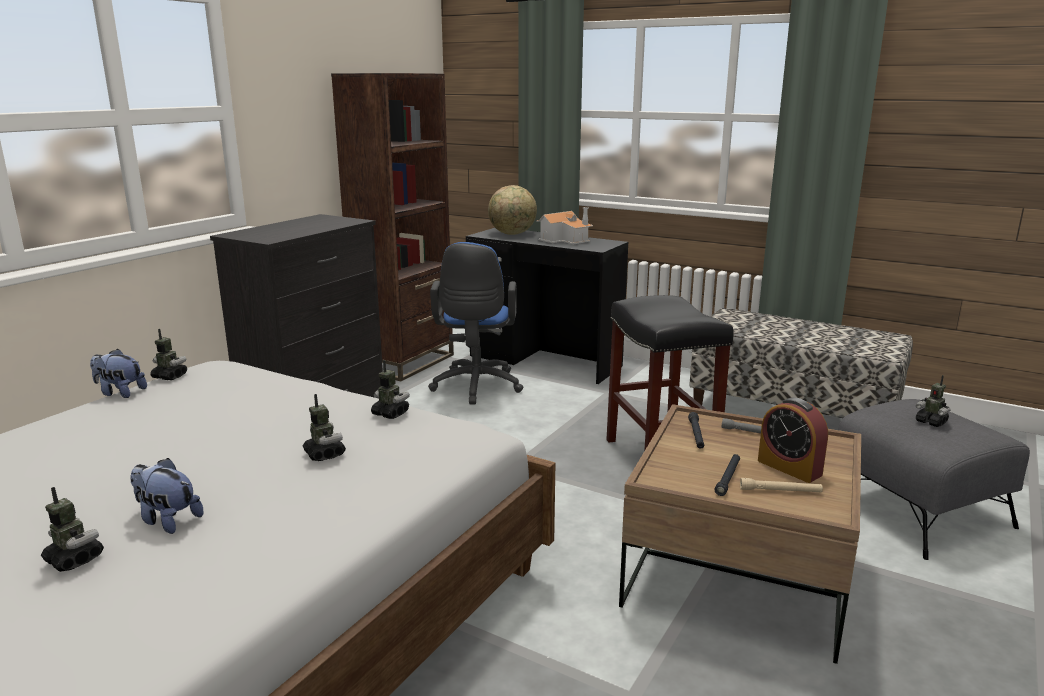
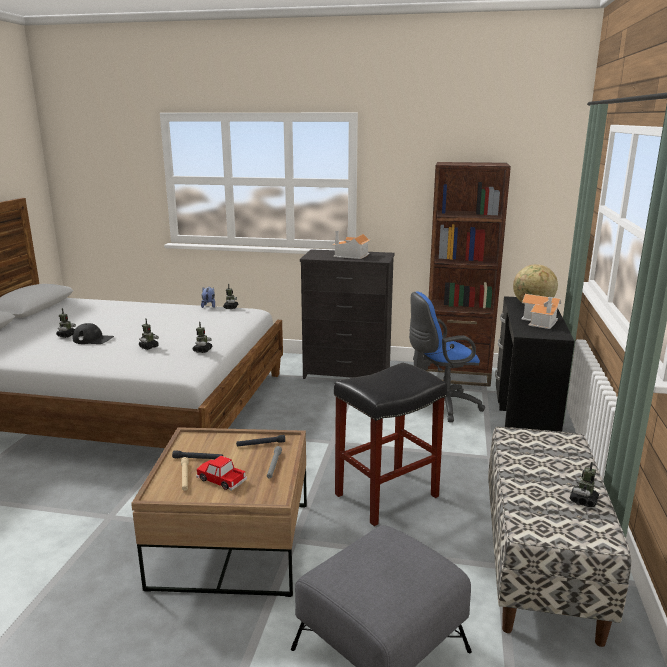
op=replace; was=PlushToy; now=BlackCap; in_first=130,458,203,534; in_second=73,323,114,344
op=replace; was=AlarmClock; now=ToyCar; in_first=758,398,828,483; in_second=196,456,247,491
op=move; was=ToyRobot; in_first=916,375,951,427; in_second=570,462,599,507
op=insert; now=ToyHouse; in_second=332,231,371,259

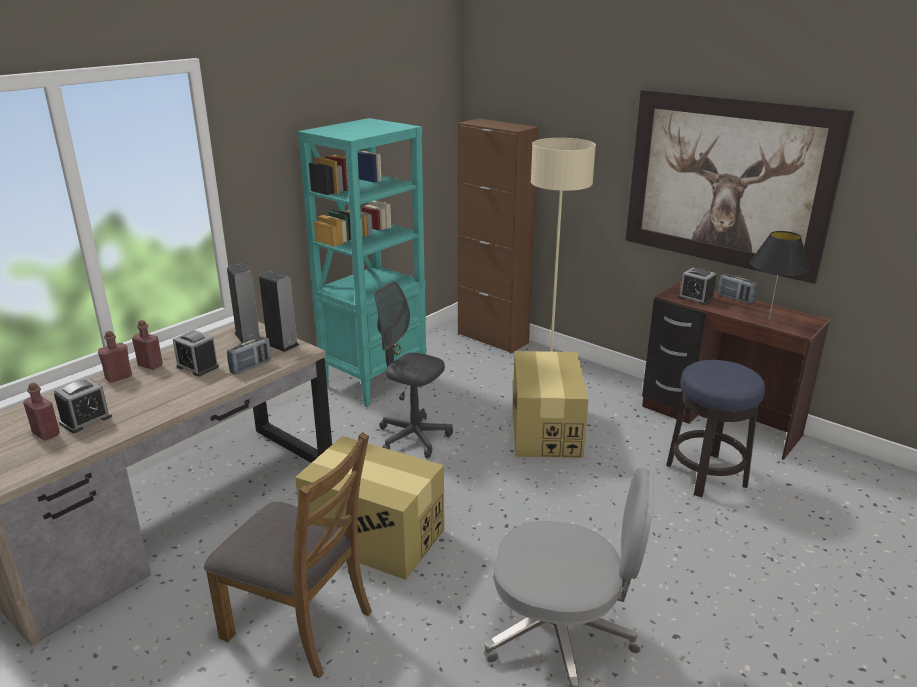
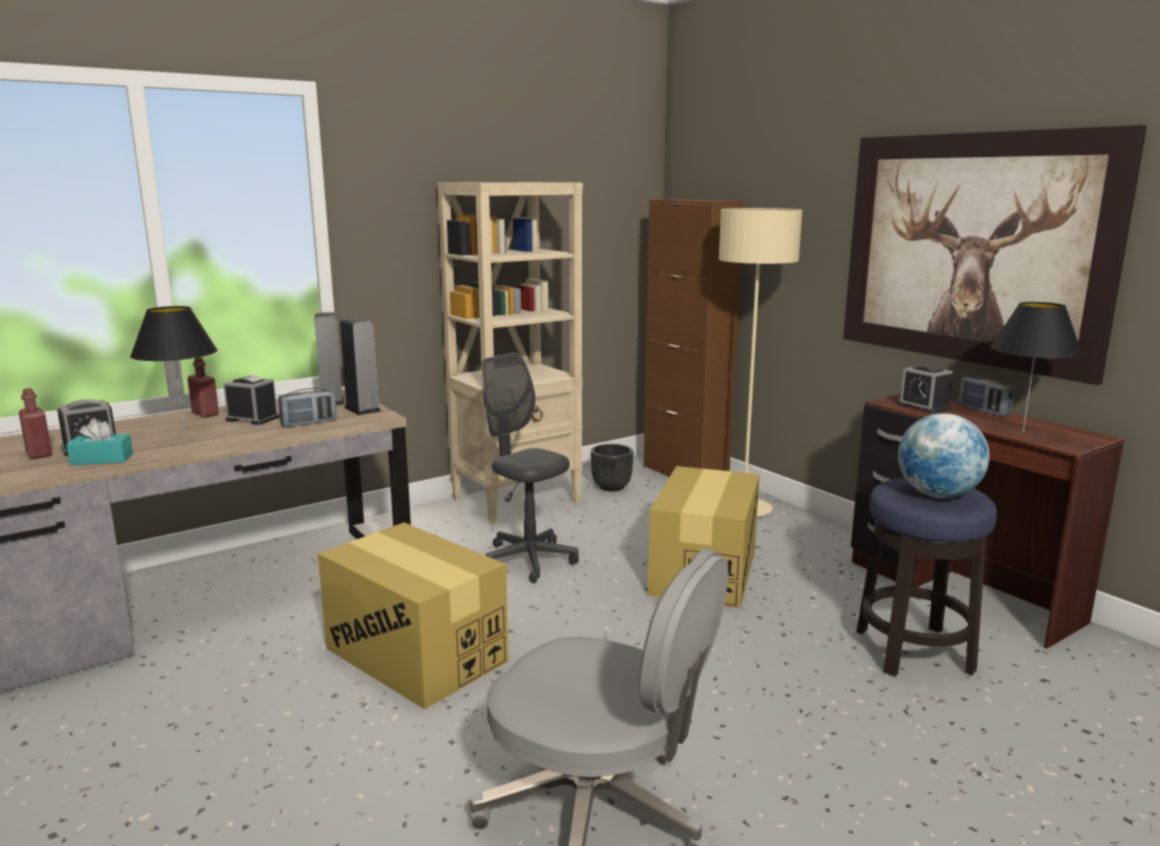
op=delete; was=RedBottle; in_first=98,331,132,382
op=rotate; was=AlarmClock; in_first=173,330,219,377; in_second=223,375,279,425; clockwise=150
op=delete; was=BrownChair; in_first=204,432,372,678
op=recolor; was=TurquoiseBookcase; now=BeigeBookcase; in_first=298,118,427,407; in_second=437,182,583,524
op=insert; now=TurquoiseTissueBox; in_second=66,419,133,465
op=insert; now=BlackTableLamp; in_second=130,306,218,433
op=insert; now=BlackPlanter; in_second=591,444,634,491
op=insert; now=Globe; in_second=898,413,990,498

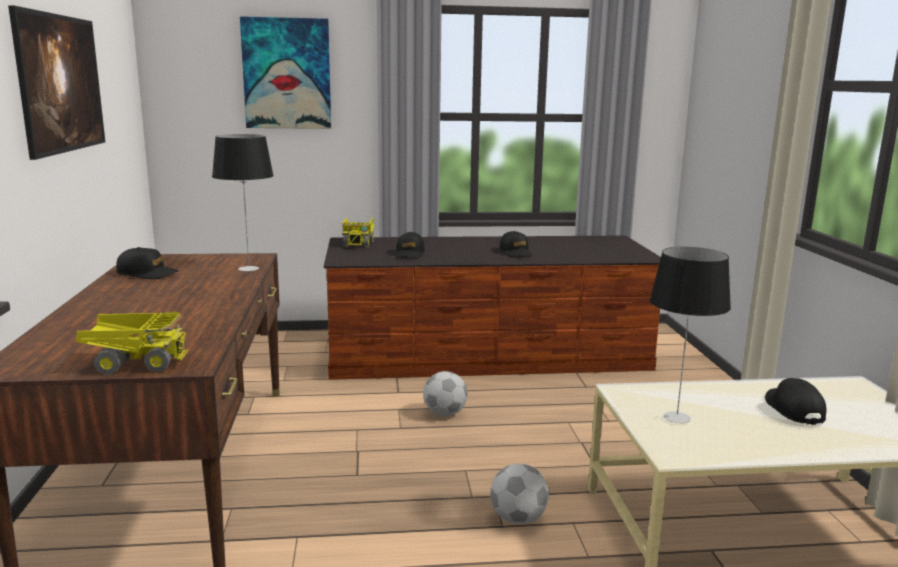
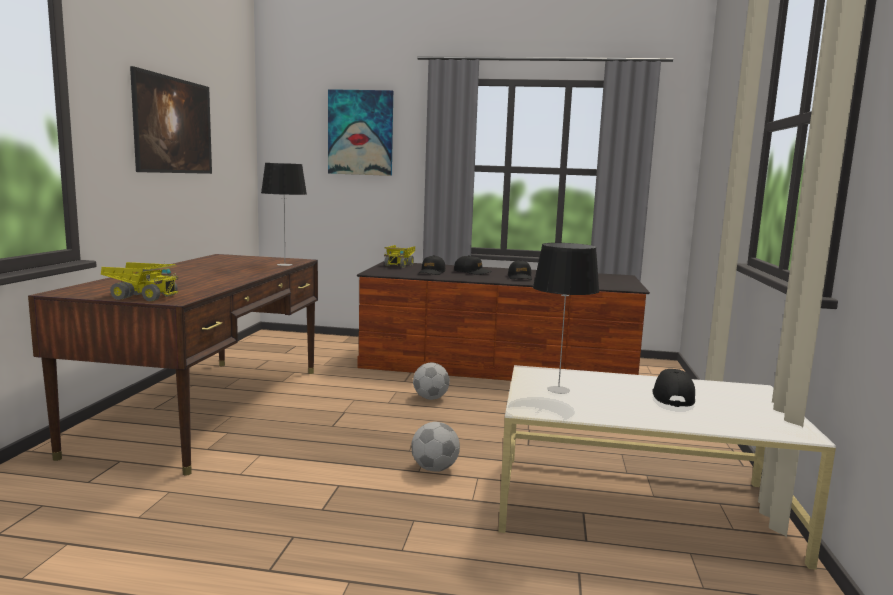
op=move; was=BlackCap; in_first=116,247,179,279; in_second=454,255,492,275

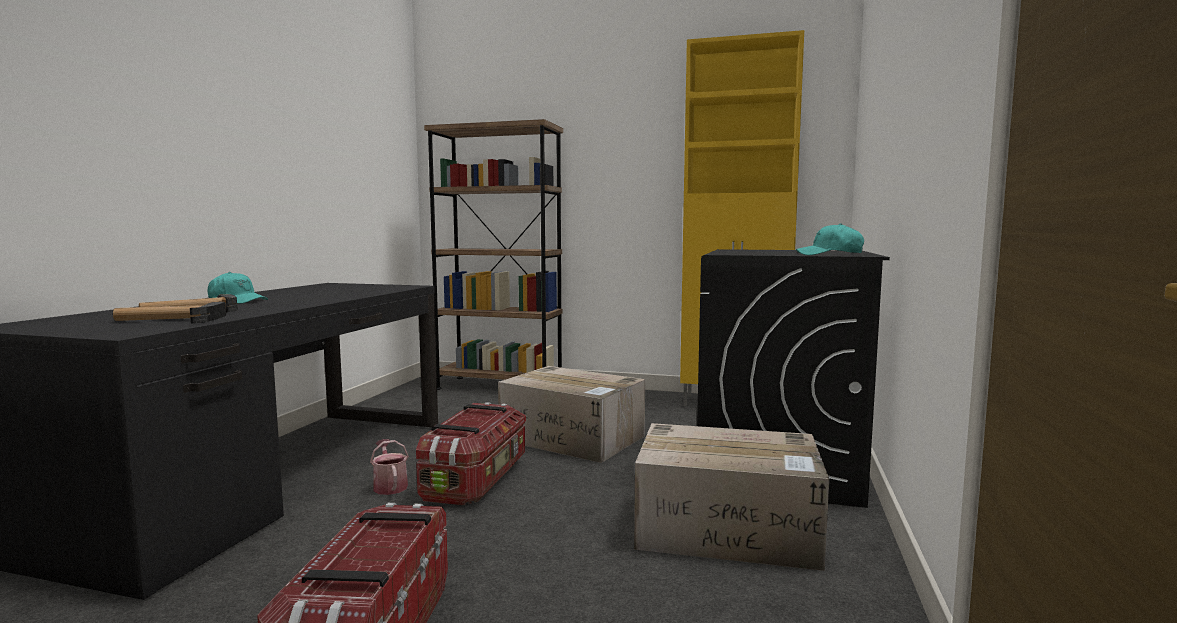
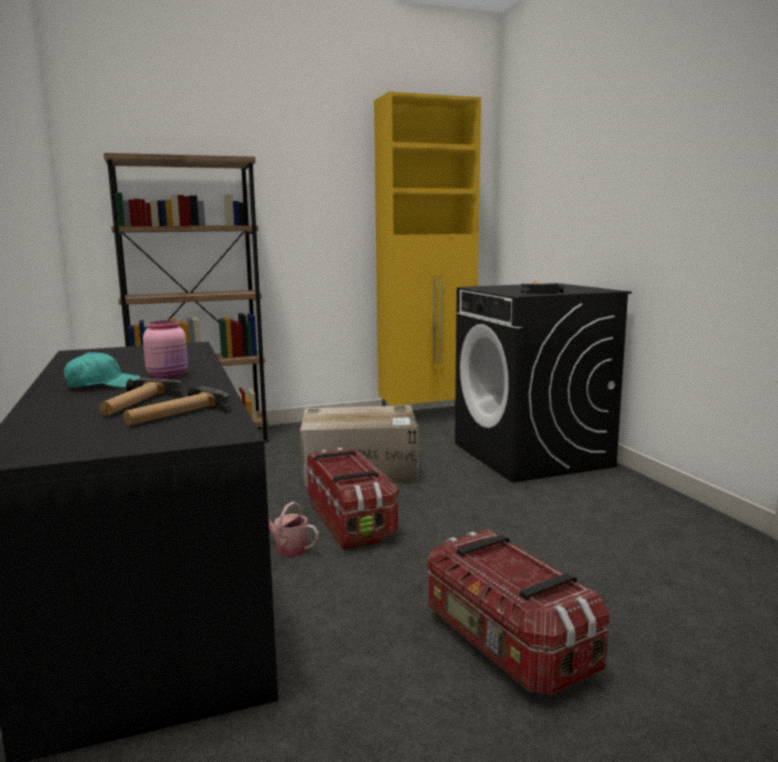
op=delete; was=CardboardBox; in_first=634,423,829,571
op=delete; was=TurquoiseCap; in_first=796,223,864,255
op=insert; now=PinkJar; in_second=143,320,188,379
op=insert; now=Hammer; in_second=521,281,563,294

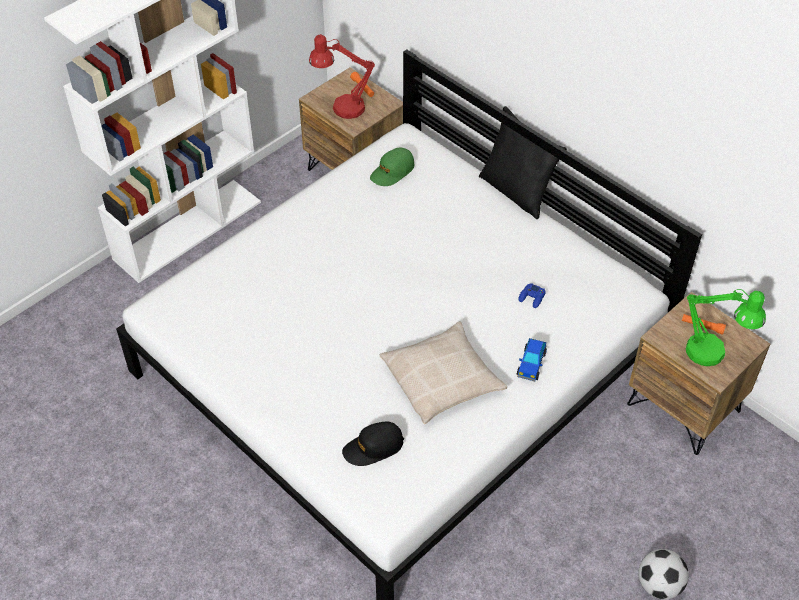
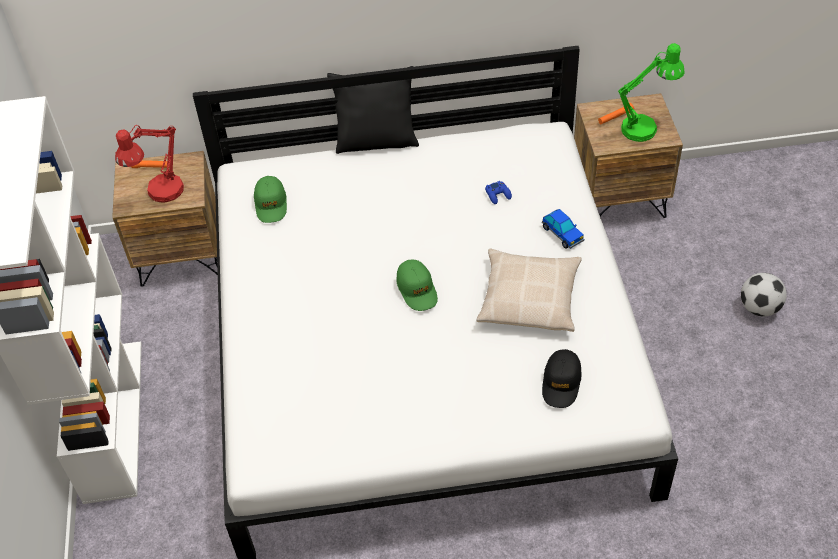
op=insert; now=GreenCap; in_second=396,260,438,311

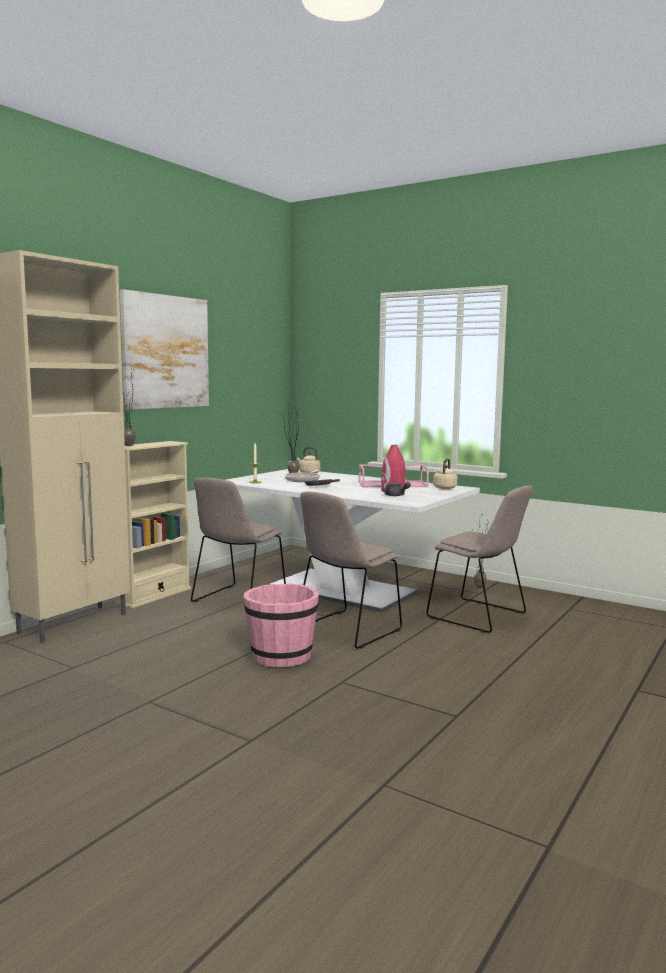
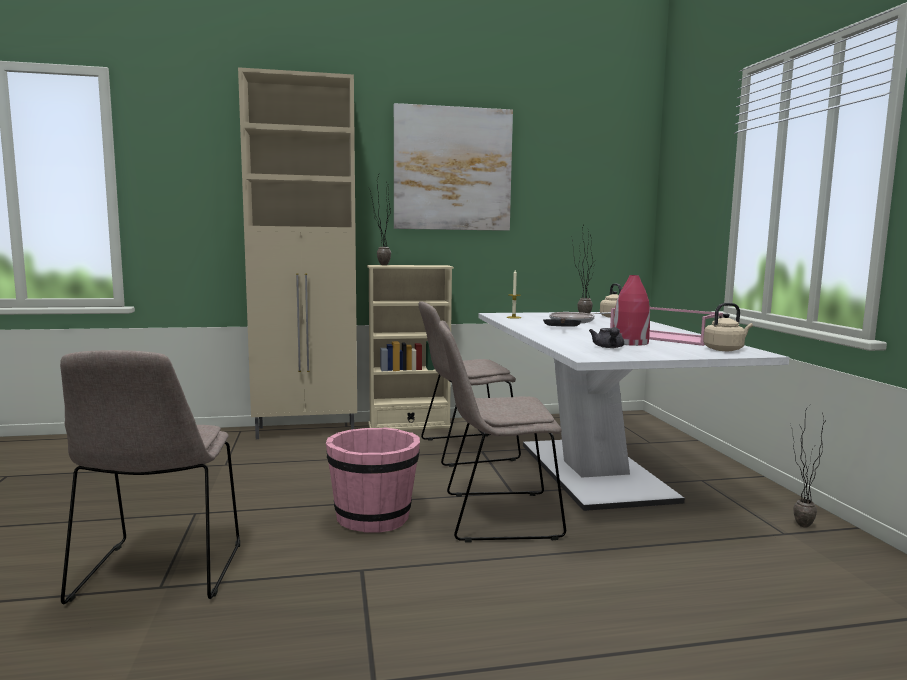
op=move; was=BeigeChair; in_first=426,485,533,633; in_second=60,350,240,604

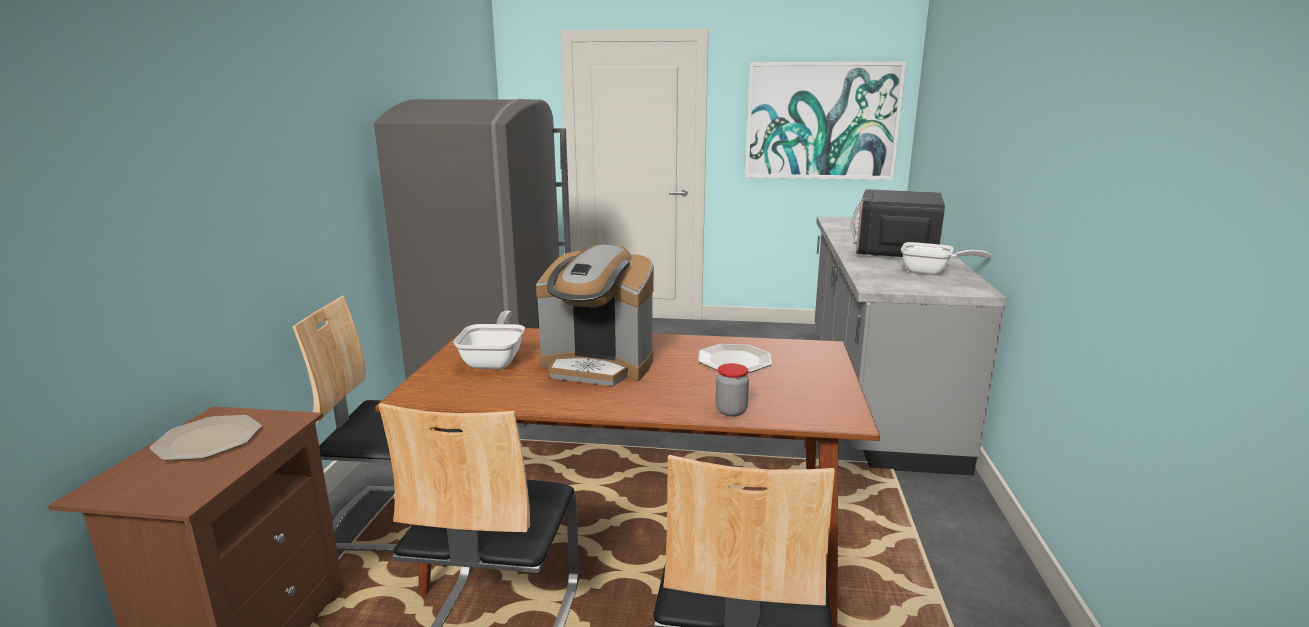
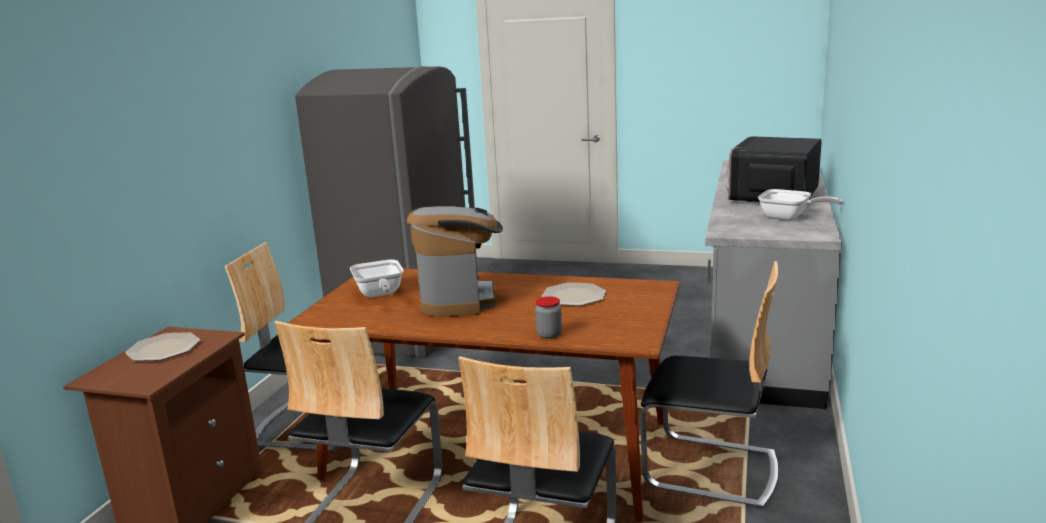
op=rotate; was=FryingPan; in_first=453,311,525,369; in_second=350,259,403,297; clockwise=150
op=rotate; was=CoffeeMachine; in_first=536,244,654,386; in_second=407,206,503,317; clockwise=-120
op=delete; was=Picture; in_first=745,62,906,180
op=insert; now=Chair; in_second=640,261,778,509

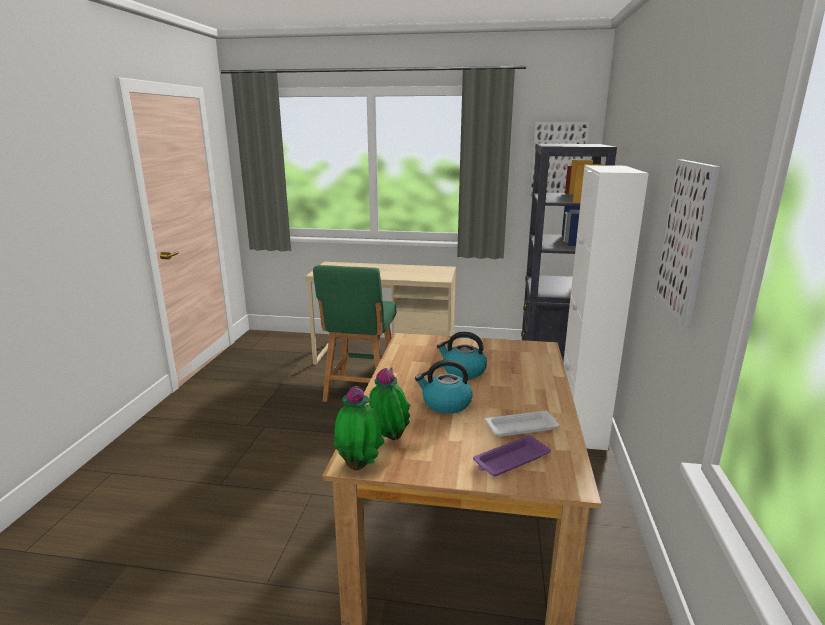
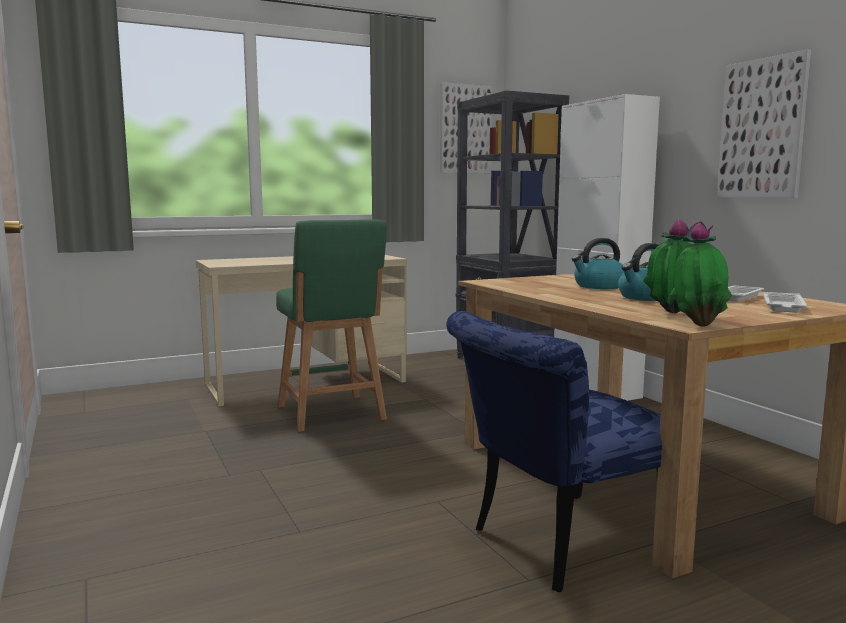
op=recolor; was=PurpleTray; now=WhiteTray; in_first=473,435,551,476; in_second=763,292,807,313
op=insert; now=BlueChair; in_second=446,311,662,592

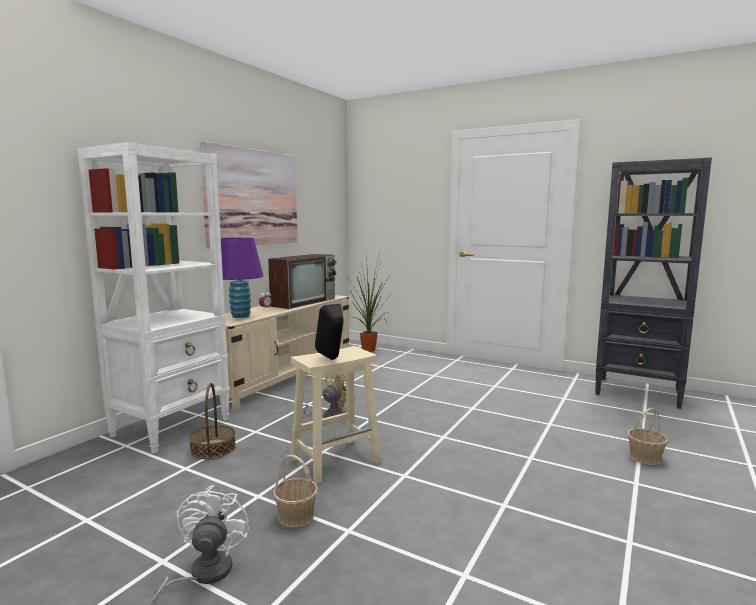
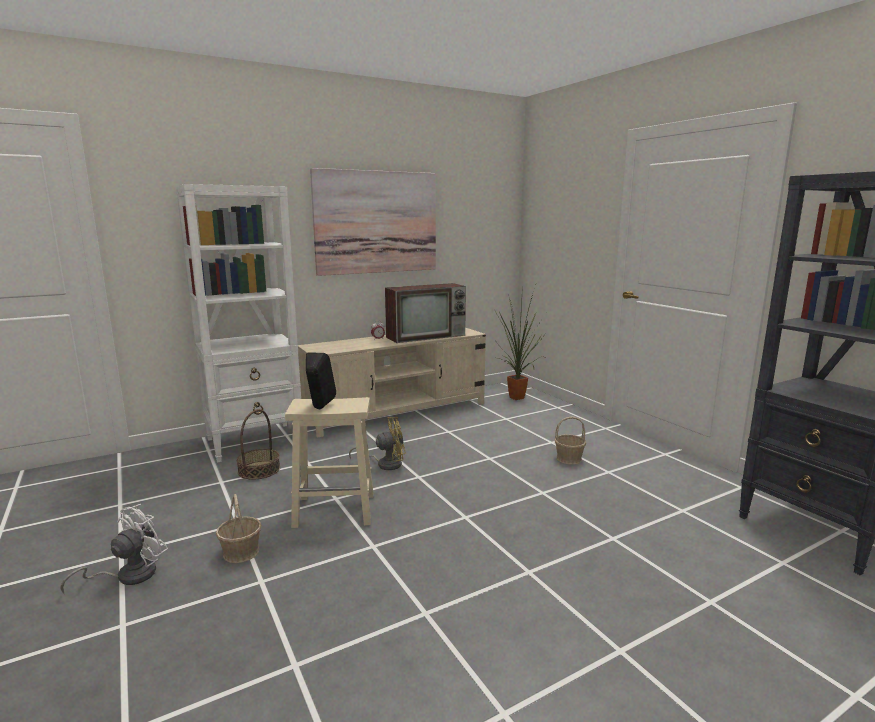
op=delete; was=PurpleTableLamp; in_first=221,238,263,318
op=move; was=Basket; in_first=627,408,668,465; in_second=555,416,586,465

